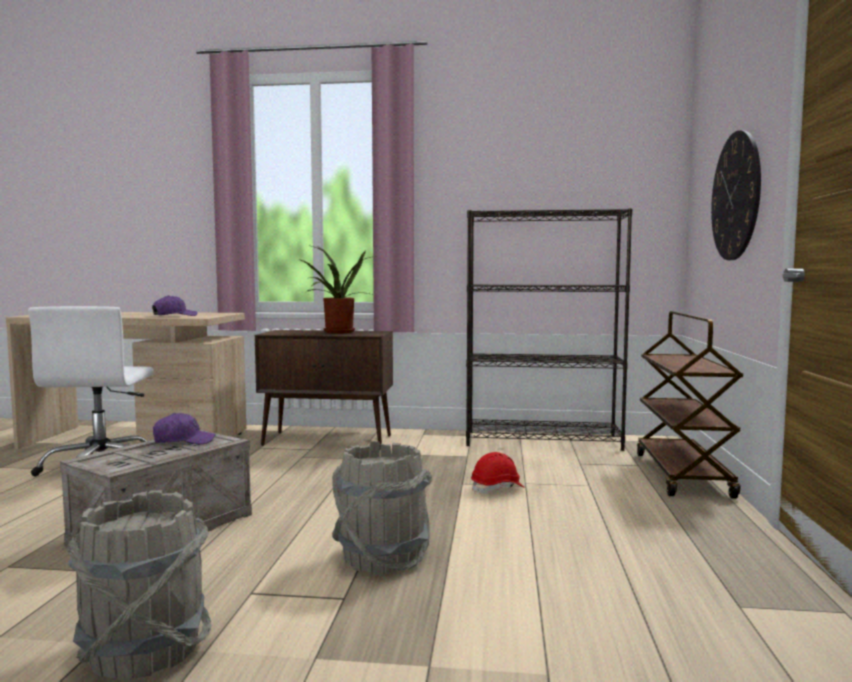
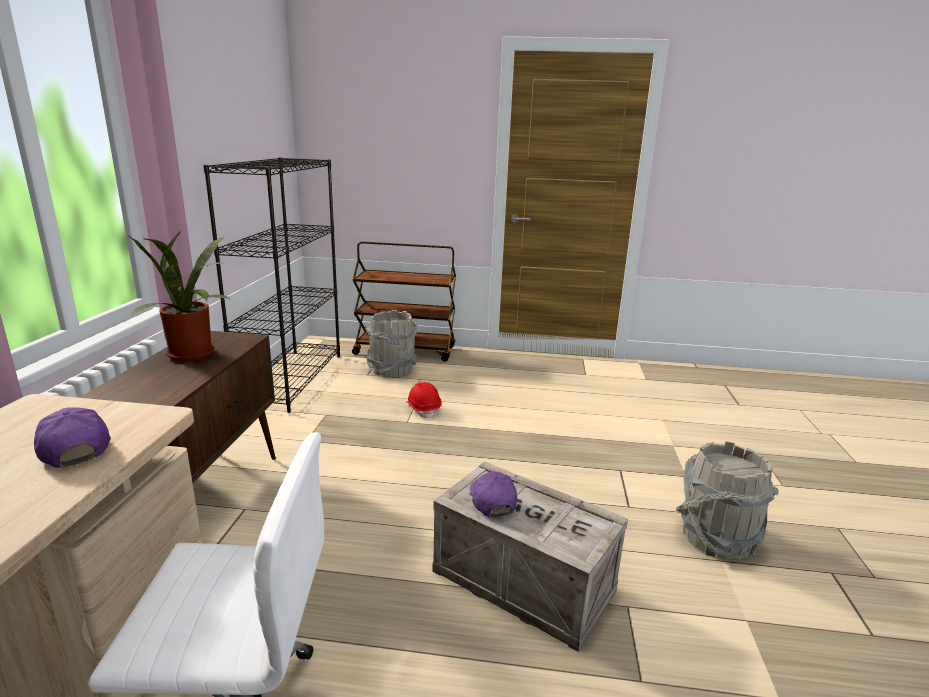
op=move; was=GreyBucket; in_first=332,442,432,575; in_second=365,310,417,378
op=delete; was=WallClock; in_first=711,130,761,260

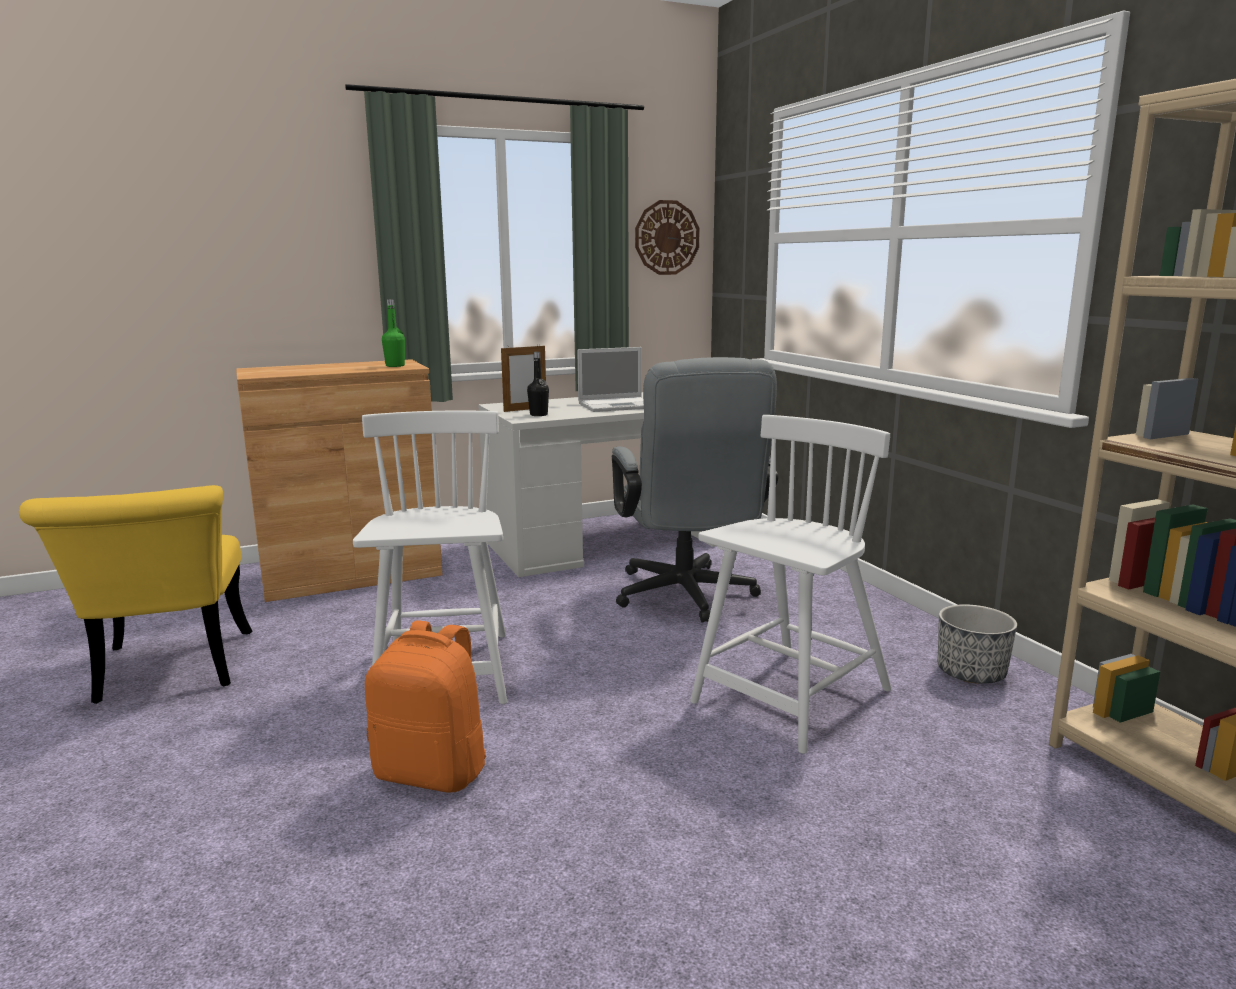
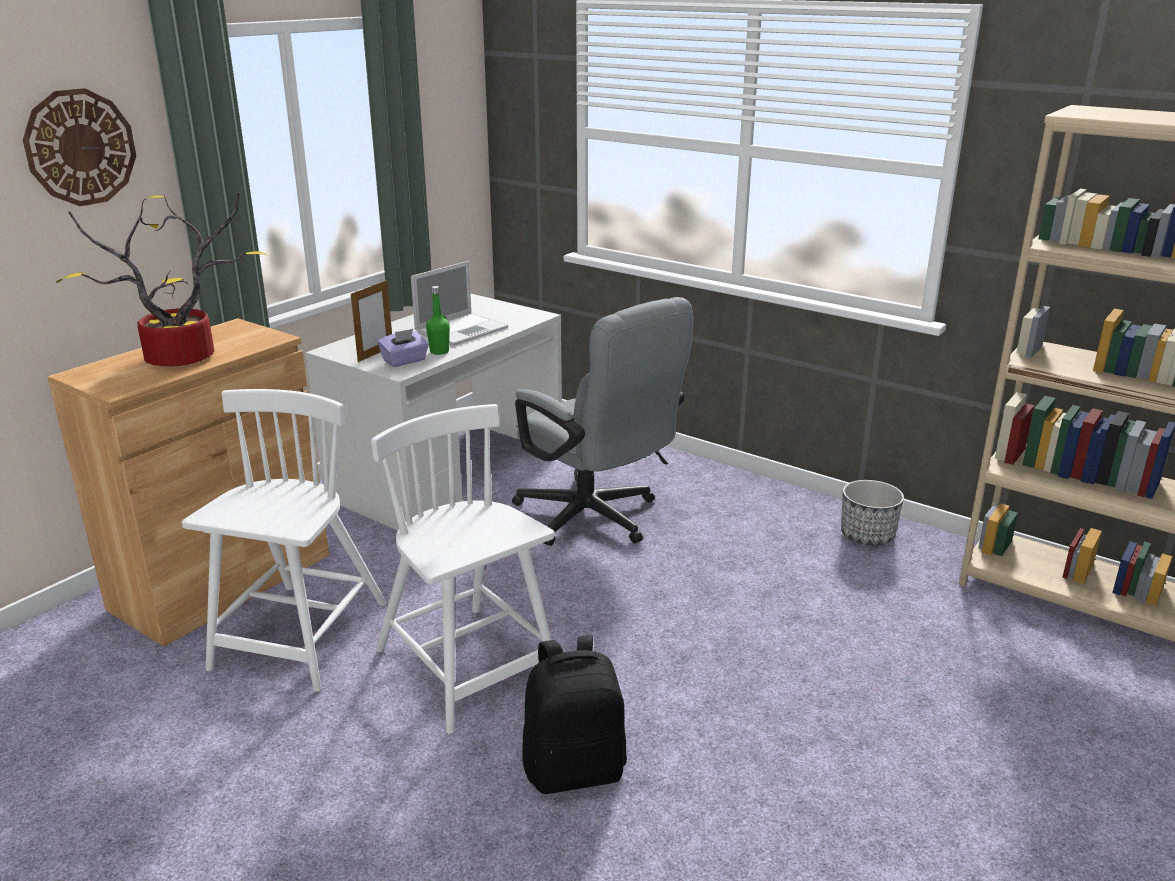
op=delete; was=YellowChair; in_first=19,485,252,704
op=recolor; was=OrangeBackpack; now=BlackBackpack; in_first=365,620,486,793; in_second=522,635,627,794
op=move; was=GreenBottle; in_first=382,299,405,367; in_second=426,286,450,355
op=replace; was=BlackBottle; now=PurpleTissueBox; in_first=527,352,549,416; in_second=378,329,429,367
op=move; was=WallClock; in_first=635,200,700,275; in_second=23,88,136,206
op=move; was=WhiteChair; in_first=690,415,892,754; in_second=182,389,387,692
op=insert; now=PottedPlant; in_second=56,192,268,367

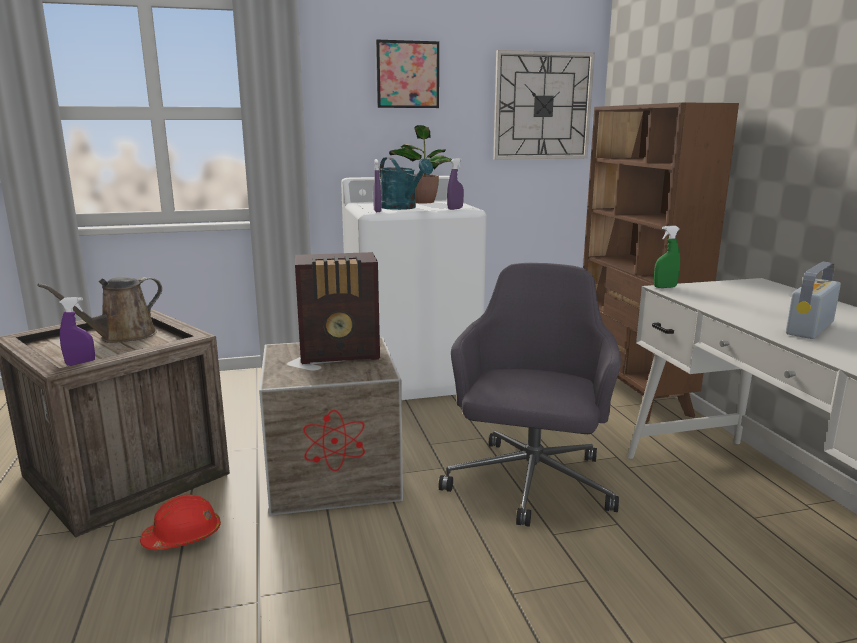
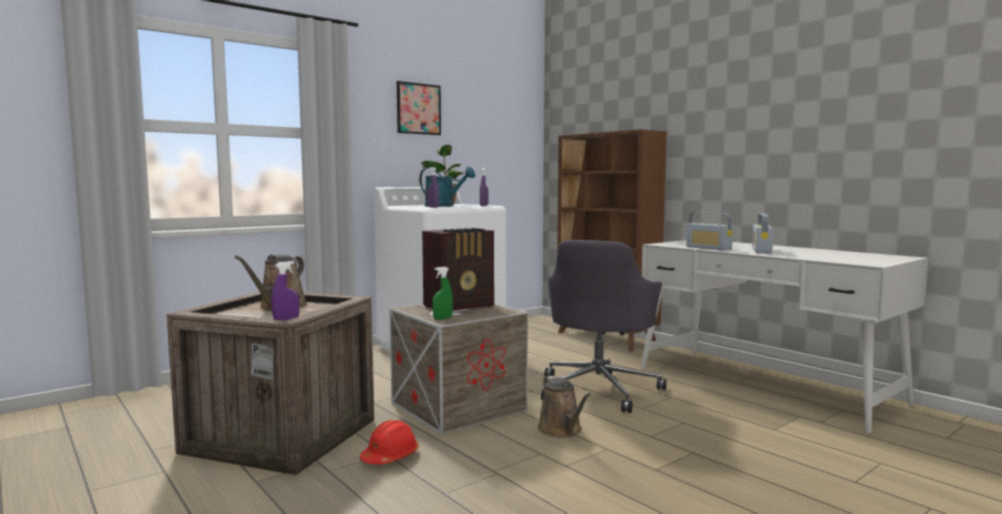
op=rotate; was=GreyOfficeChair; in_first=438,263,621,527; in_second=541,240,667,413; clockwise=-150
op=delete; was=WallClock; in_first=493,50,595,160
op=move; was=GreenSprayBottle; in_first=654,226,680,288; in_second=432,267,453,320
op=insert; now=BrownWateringCan; in_second=538,376,591,438
op=insert; now=Radio; in_second=686,212,733,251

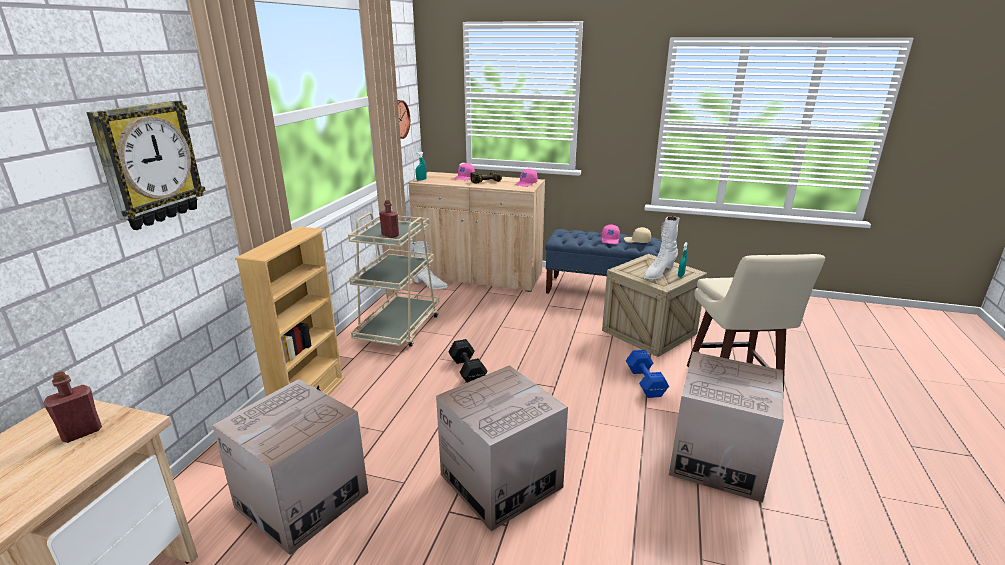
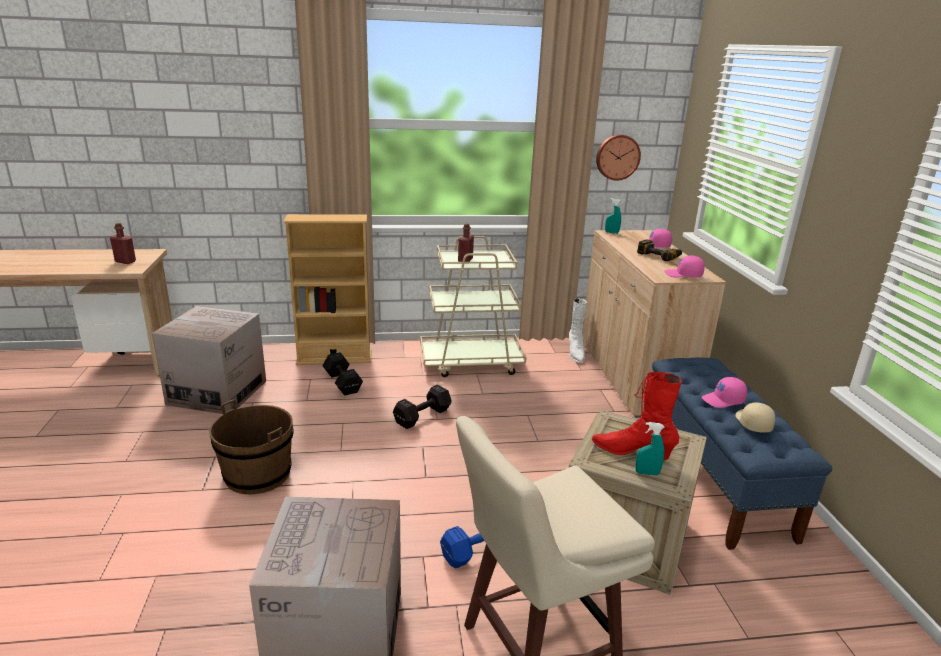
op=delete; was=WallClock; in_first=86,101,206,230
op=replace; was=CardboardBox; now=BrownBucket; in_first=436,365,568,531; in_second=209,399,294,494
op=recolor; was=WhiteBoot; now=RedBoot; in_first=644,216,680,280; in_second=592,372,682,460
op=insert; now=BlackDumbbell; in_second=323,352,363,396

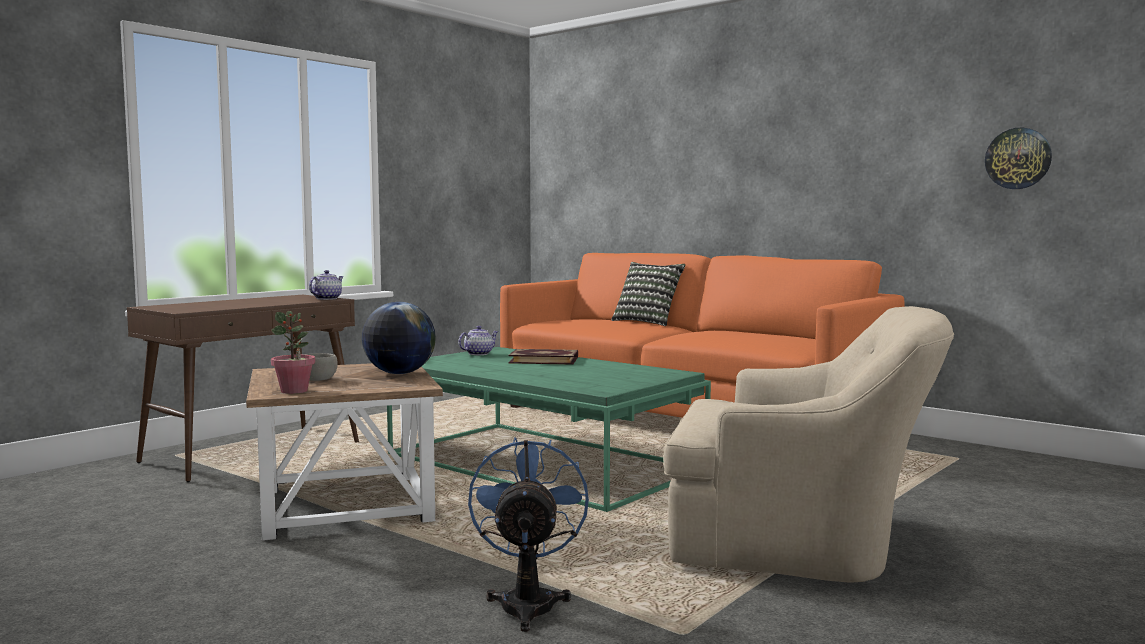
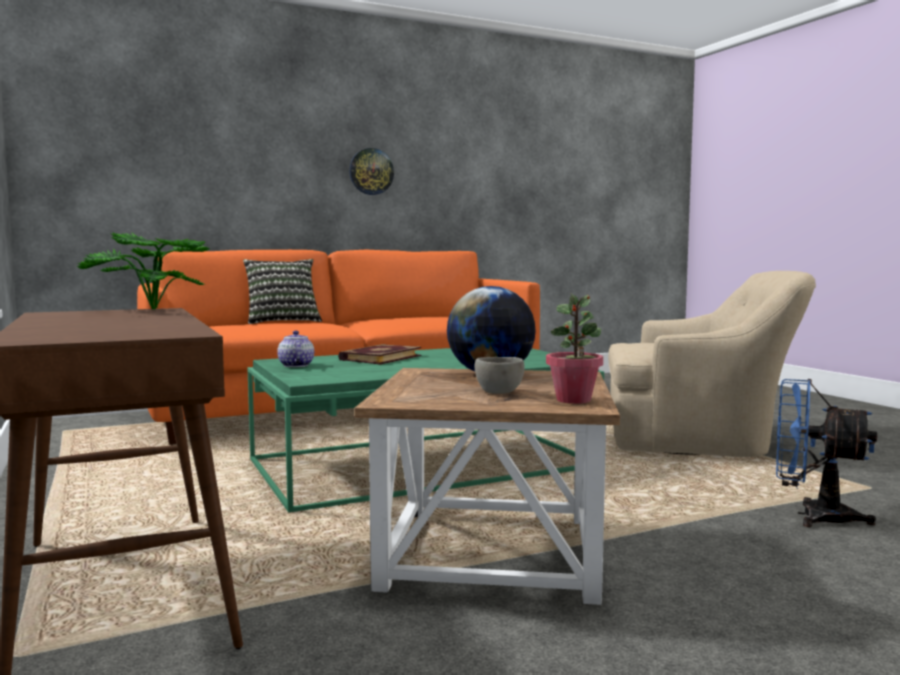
op=replace; was=Teapot; now=PottedPlant; in_first=309,270,344,300; in_second=77,232,209,310
op=rotate; was=BeigeArmchair; in_first=663,306,954,583; in_second=608,271,816,457; clockwise=60
op=move; was=WallClock; in_first=985,127,1052,189; in_second=349,148,394,195

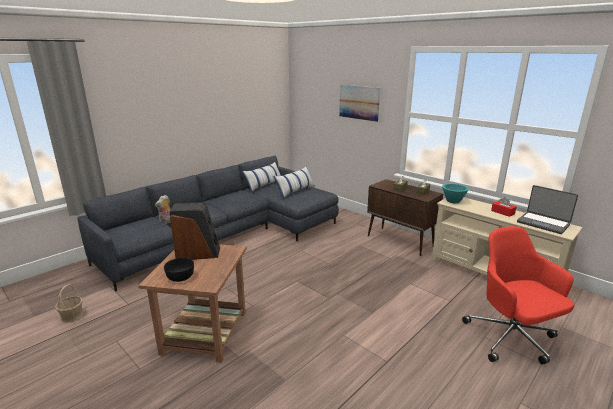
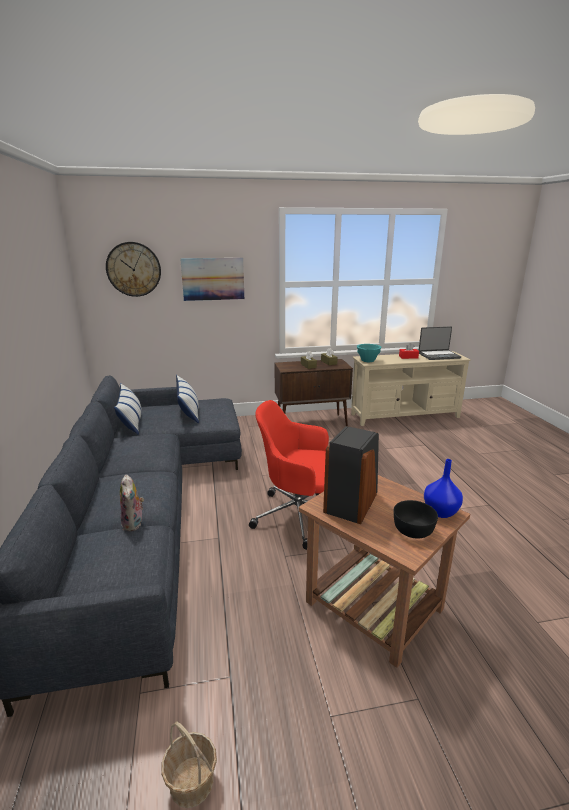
op=move; was=RedOfficeChair; in_first=462,226,575,364; in_second=249,400,329,550
op=insert; now=WallClock; in_second=106,242,161,297
op=insert; now=BlueVase; in_second=424,459,463,518

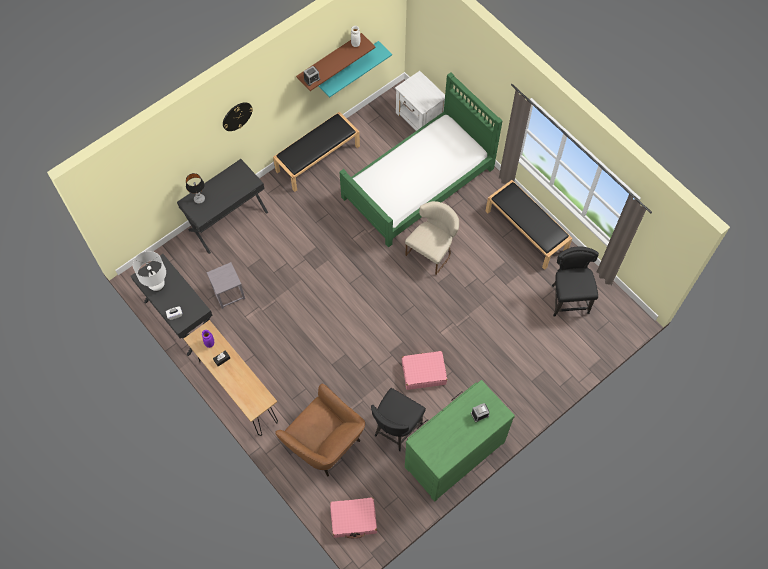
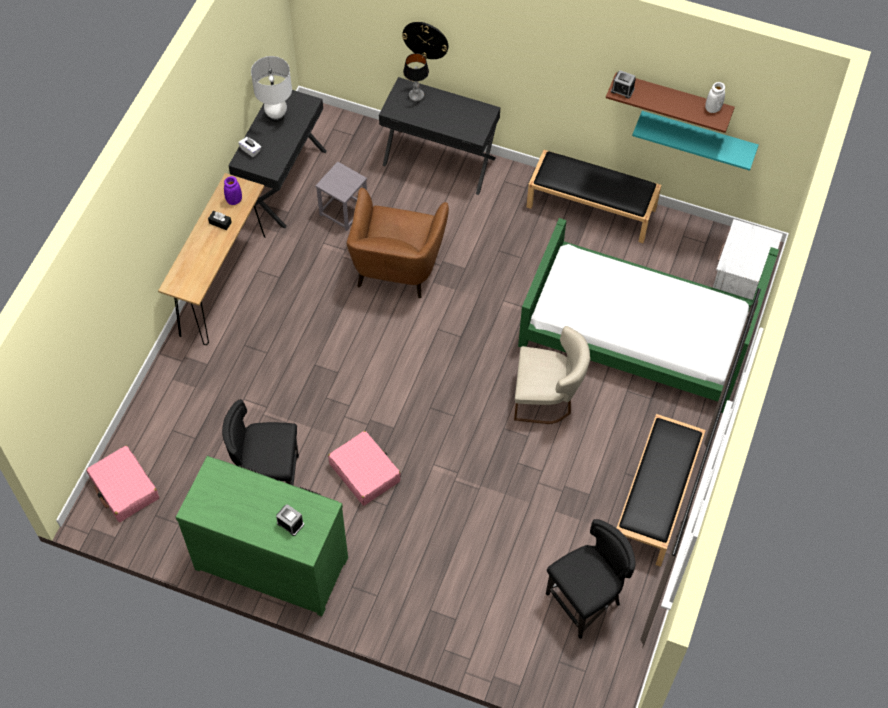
op=move; was=WallClock; in_first=223,102,253,131; in_second=402,22,448,59
op=move; was=BrownArmchair; in_first=275,383,365,476; in_second=347,188,449,298

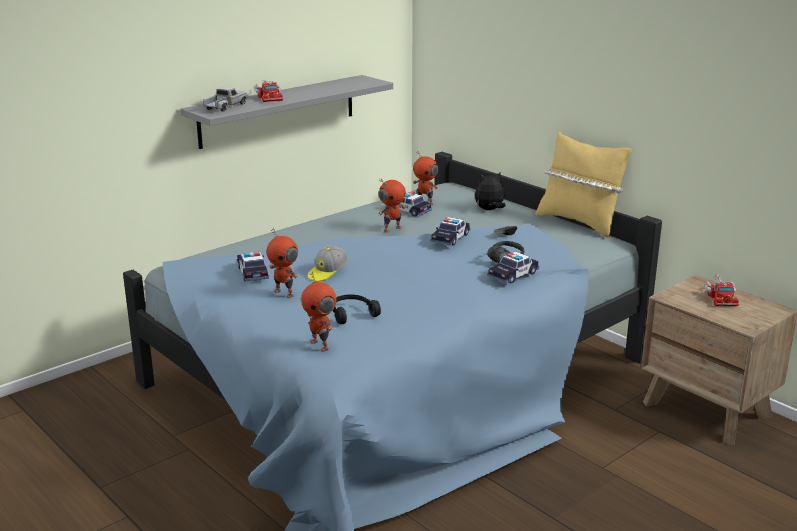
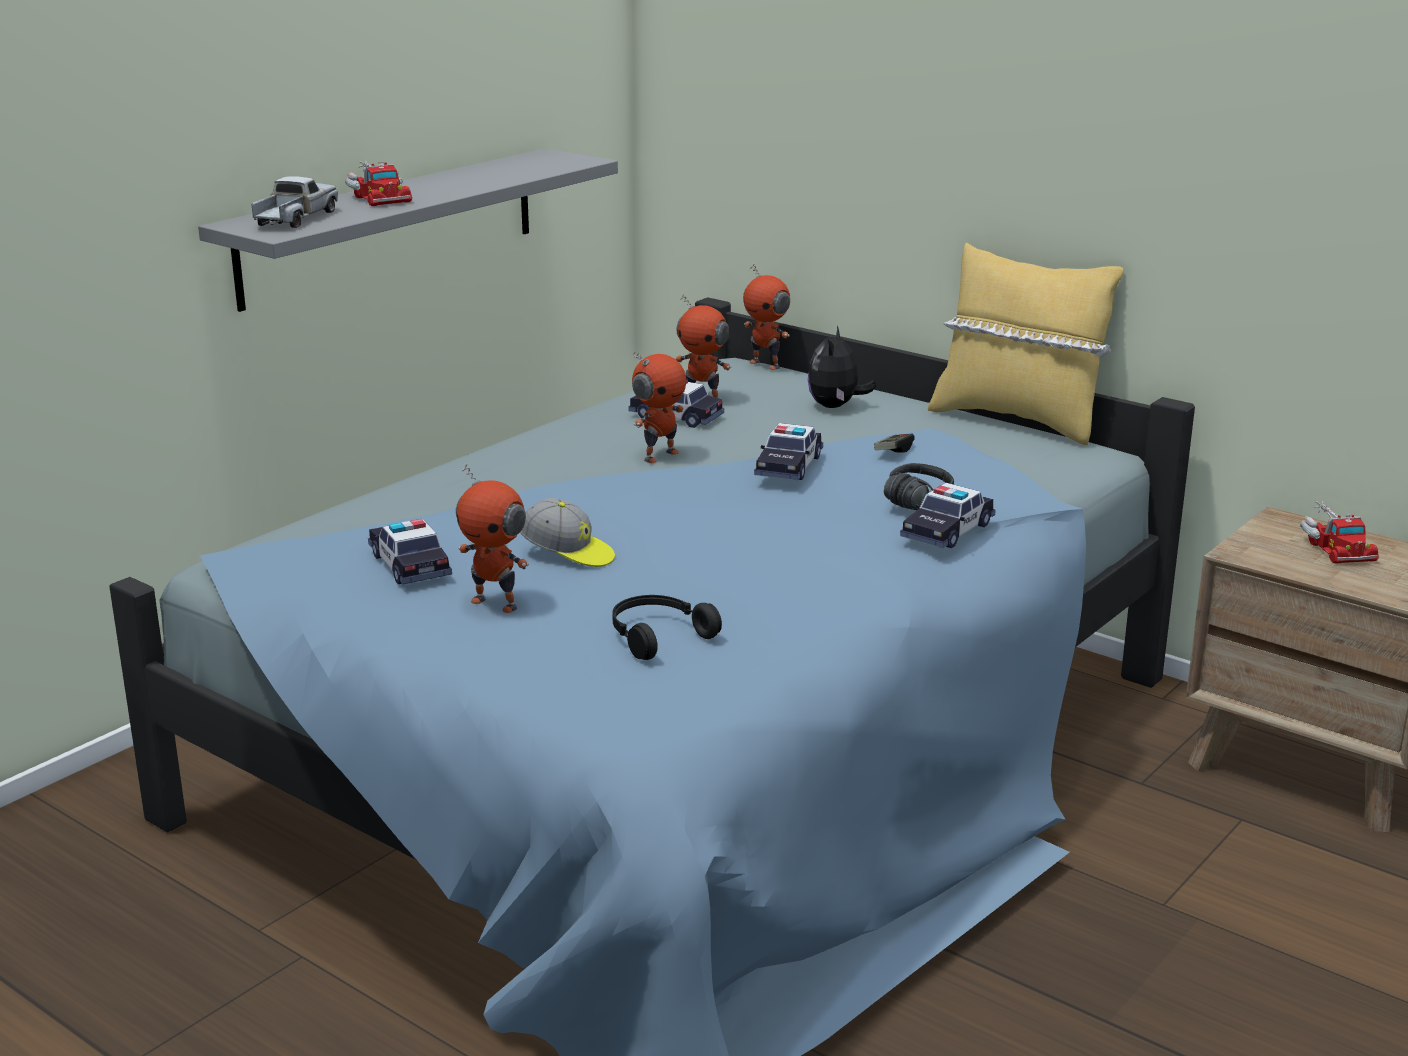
op=move; was=ToyRobot; in_first=301,272,336,352; in_second=743,264,790,370
op=rotate; was=Cap; in_first=308,245,348,282; in_second=520,498,615,567; clockwise=-90
op=rotate; was=PlushToy; in_first=475,171,506,210; in_second=808,326,876,408; clockwise=-45

